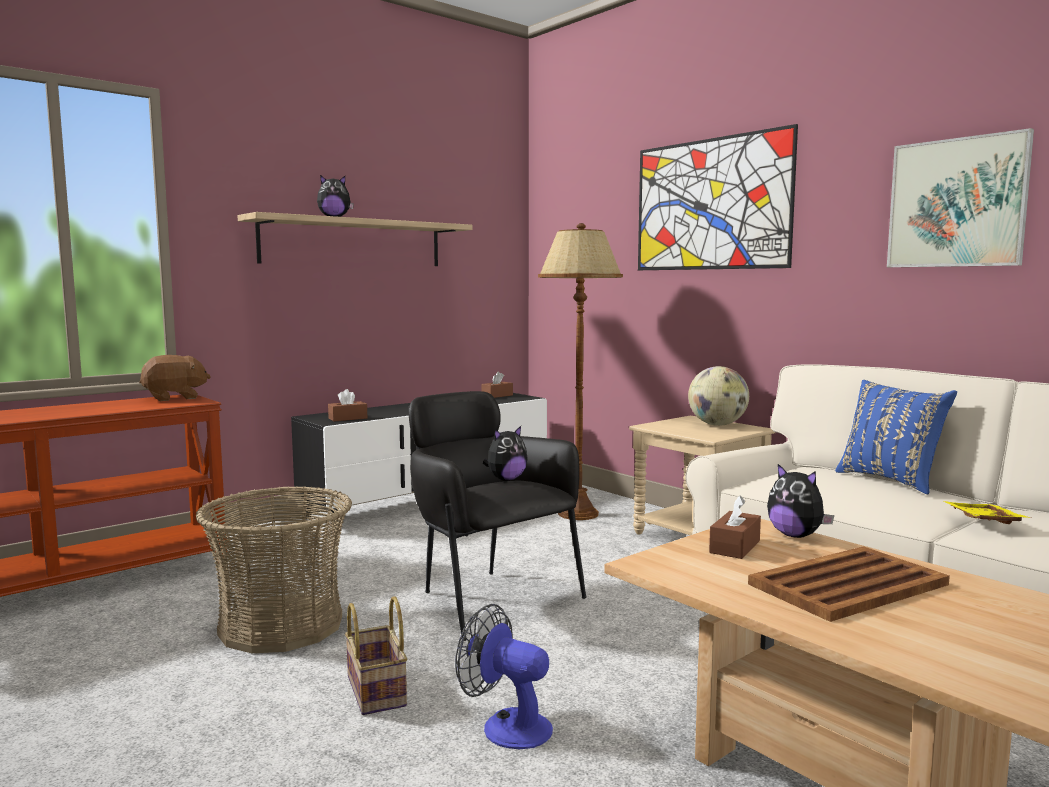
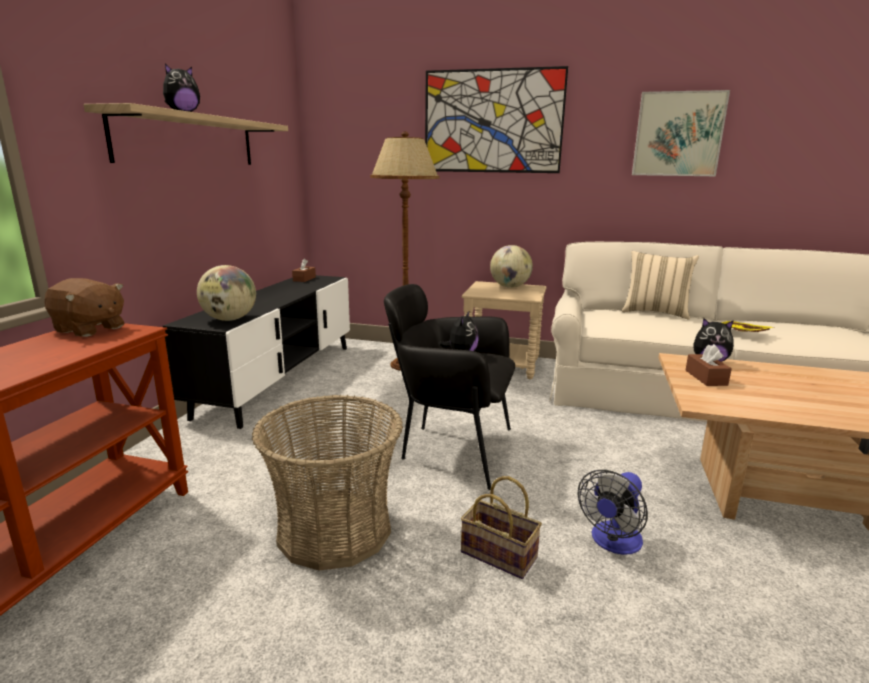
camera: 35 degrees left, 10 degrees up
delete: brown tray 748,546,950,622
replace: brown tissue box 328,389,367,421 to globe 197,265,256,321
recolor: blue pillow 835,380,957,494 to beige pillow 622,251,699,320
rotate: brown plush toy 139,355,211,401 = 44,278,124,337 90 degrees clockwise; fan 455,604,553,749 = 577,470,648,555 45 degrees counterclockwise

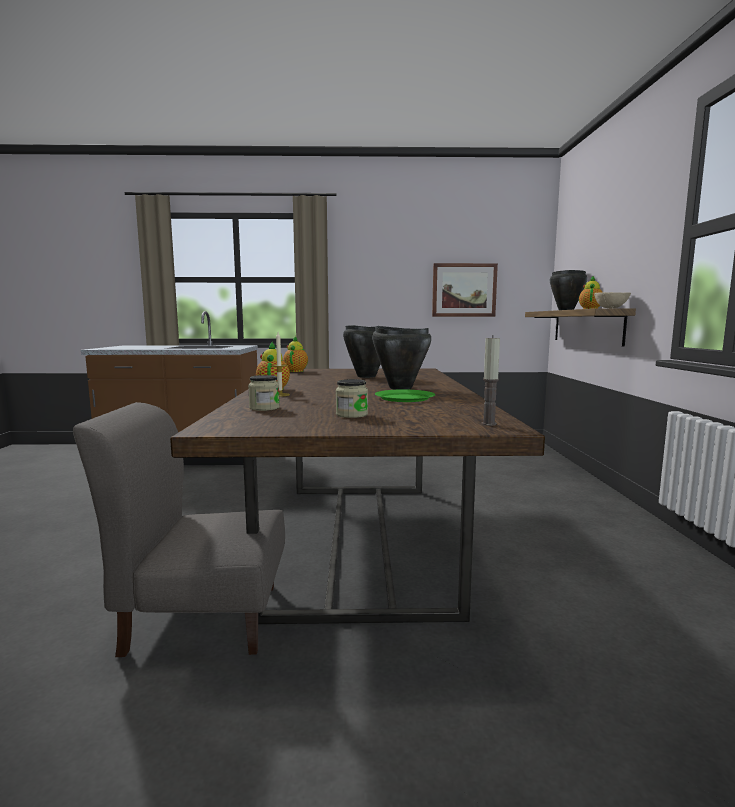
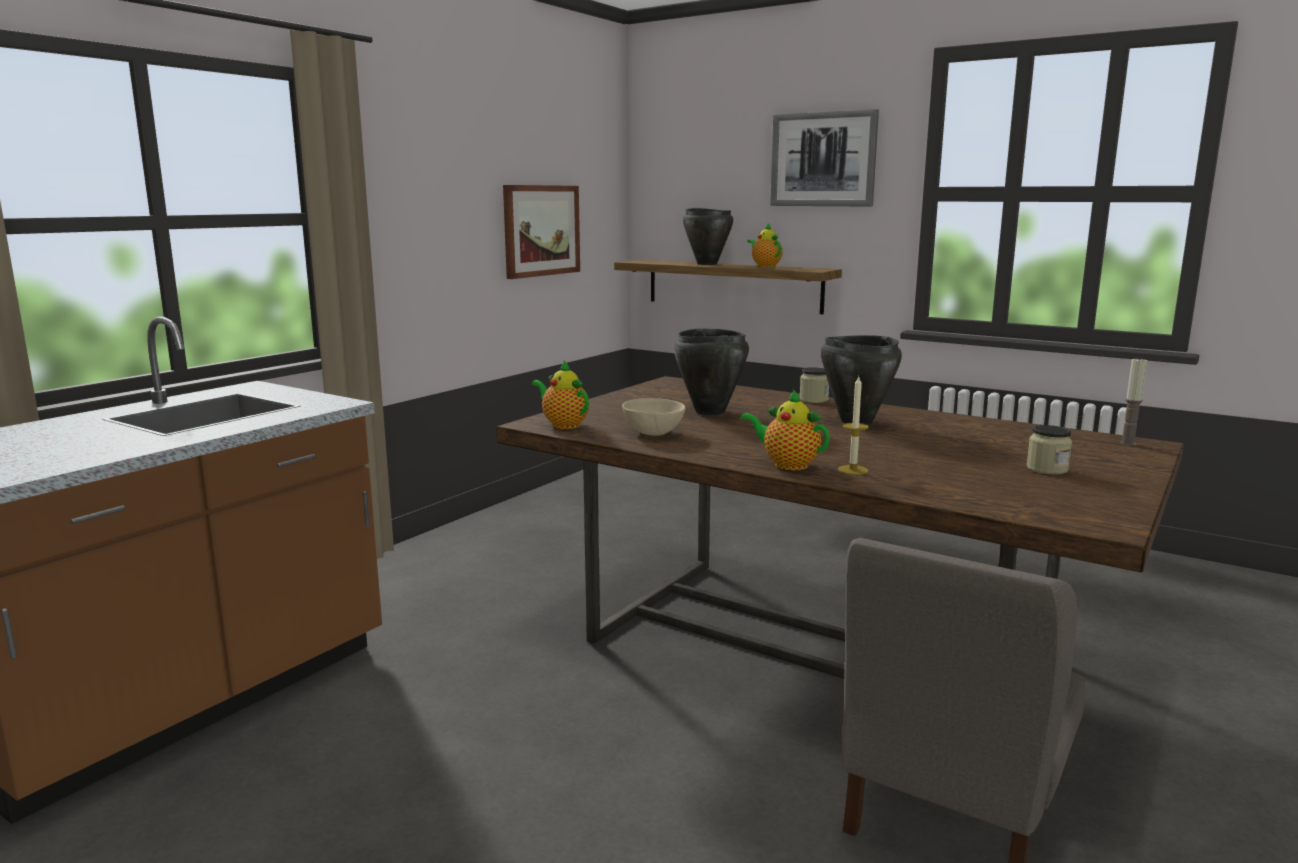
camera: 55 degrees left, 5 degrees up
delete: green plate 375,390,435,402
insert: picture 770,109,879,207
move: jar 248,375,280,411 to 799,367,829,403; beige bowl 594,292,631,308 to 622,398,686,436

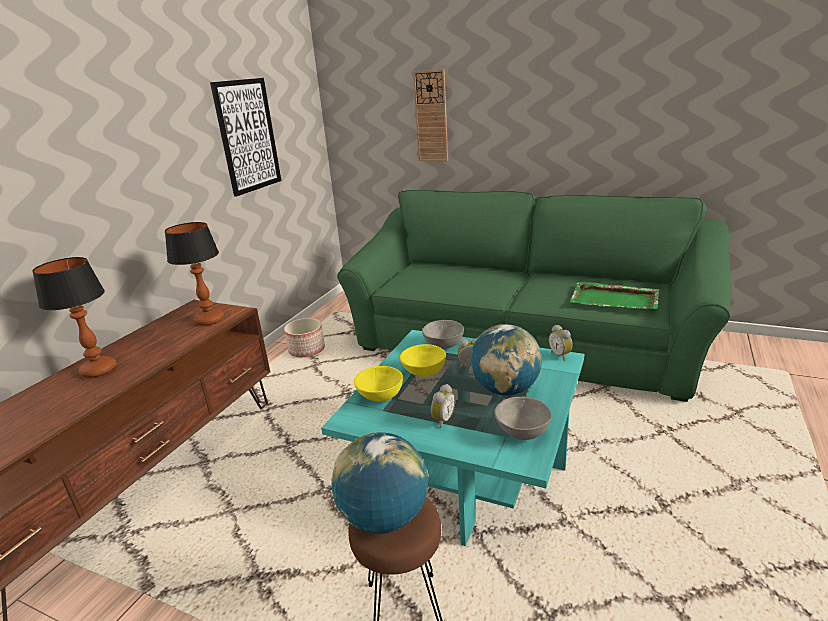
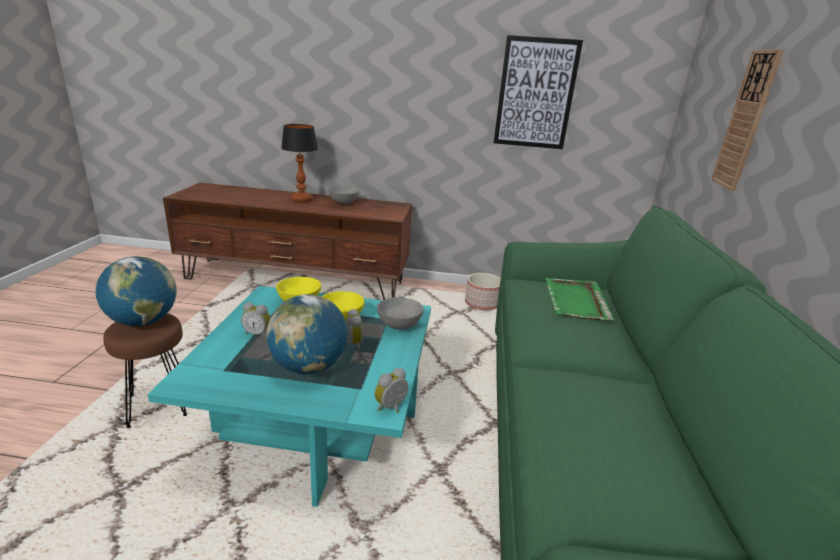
camera: 70 degrees right, 0 degrees up
delete: table lamp 165,222,224,326
move: grey bowl 494,396,552,440 to 328,186,359,204; green tray 569,282,659,309 to 545,278,615,320

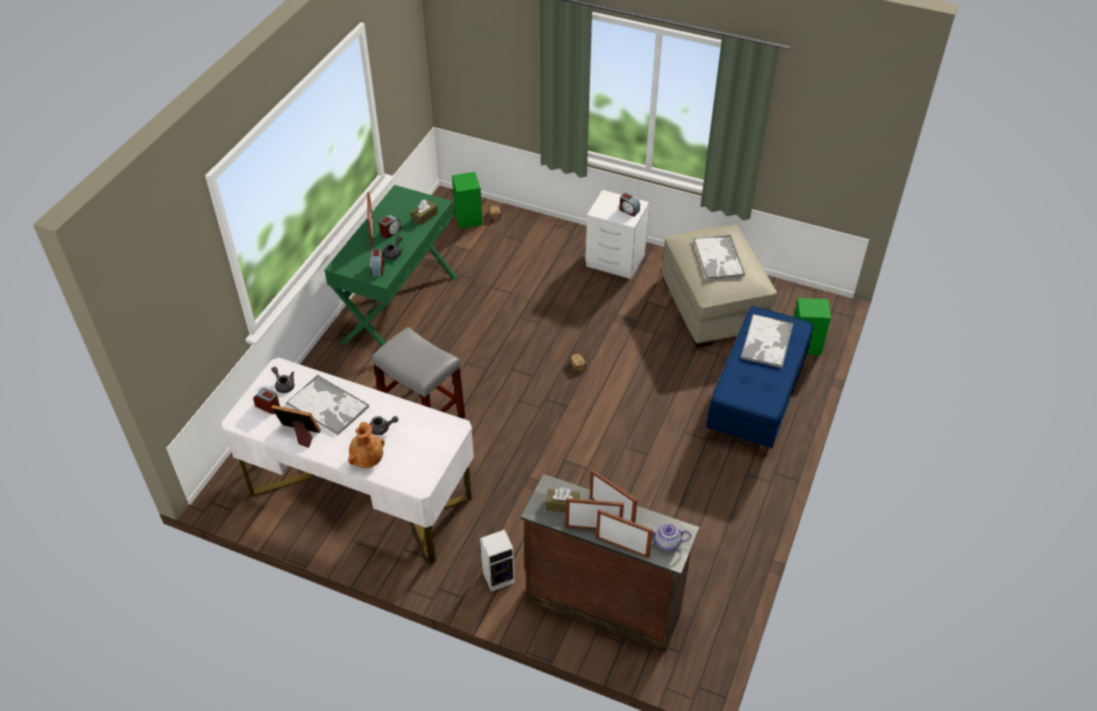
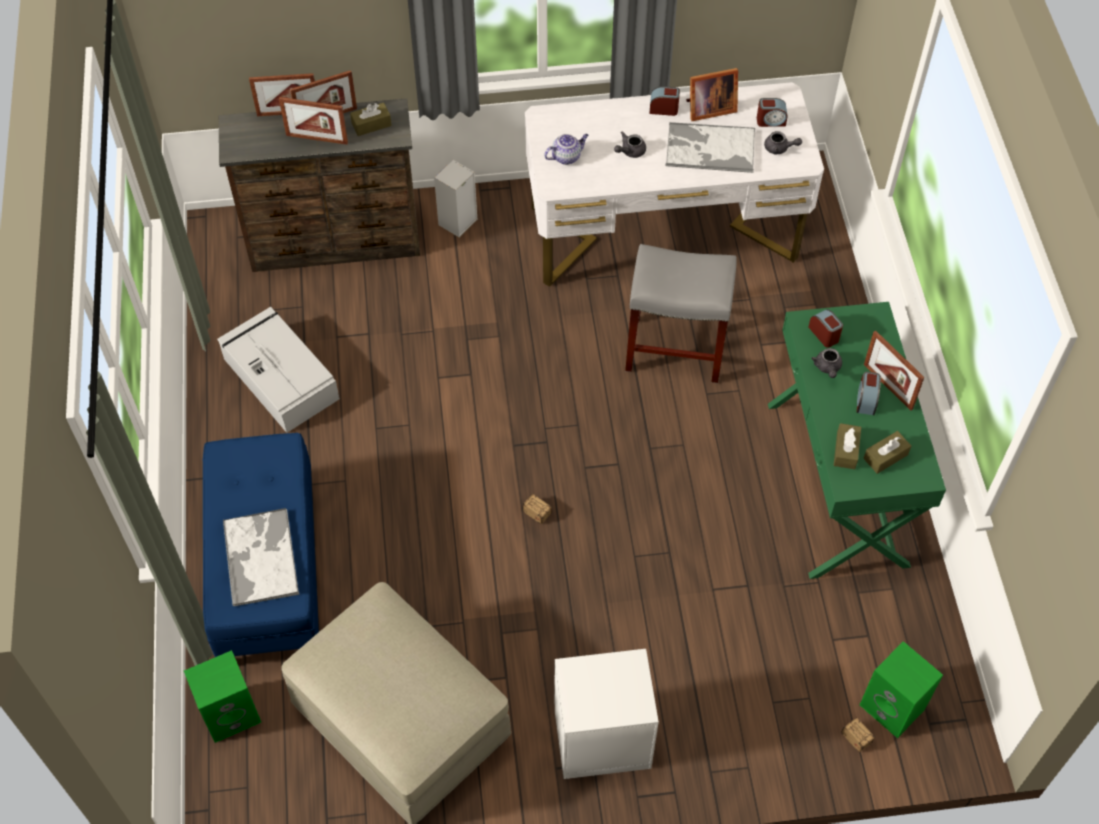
camera: 150 degrees right, 10 degrees up
delete: brown vase 348,422,385,468; tray 693,235,745,279
insert: grey storage box 217,307,340,433; brown tissue box 863,431,911,474
move: alarm clock 619,193,640,217 to 649,86,680,116; teapot 652,523,691,551 to 544,134,589,165

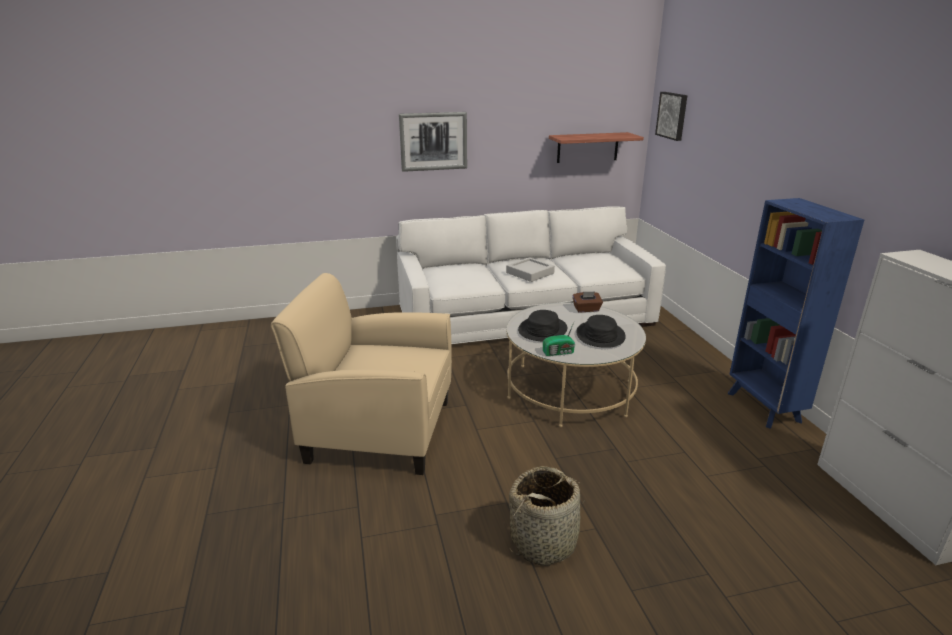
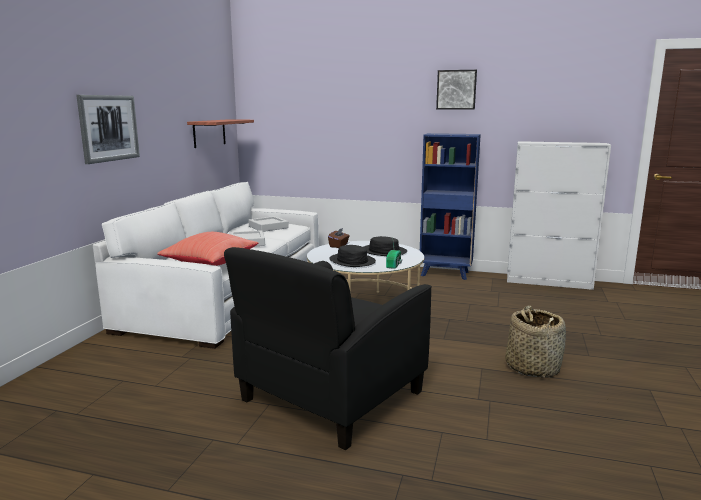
camera: 60 degrees left, 10 degrees down
insert: red pillow 157,232,258,266; grey tray 248,216,289,232
move: picture 655,92,687,141 to 436,70,477,110
recolor: beige armchair 271,273,452,475 to black armchair 224,247,432,450

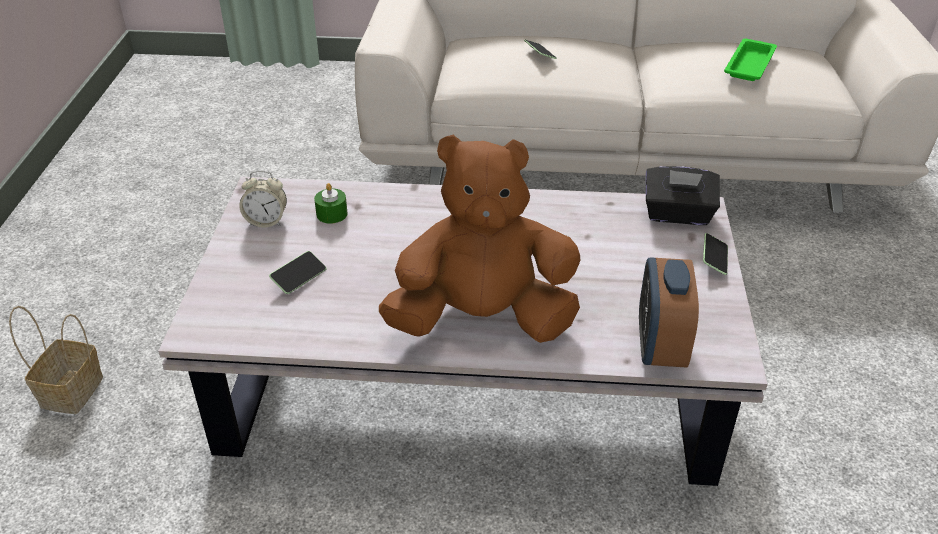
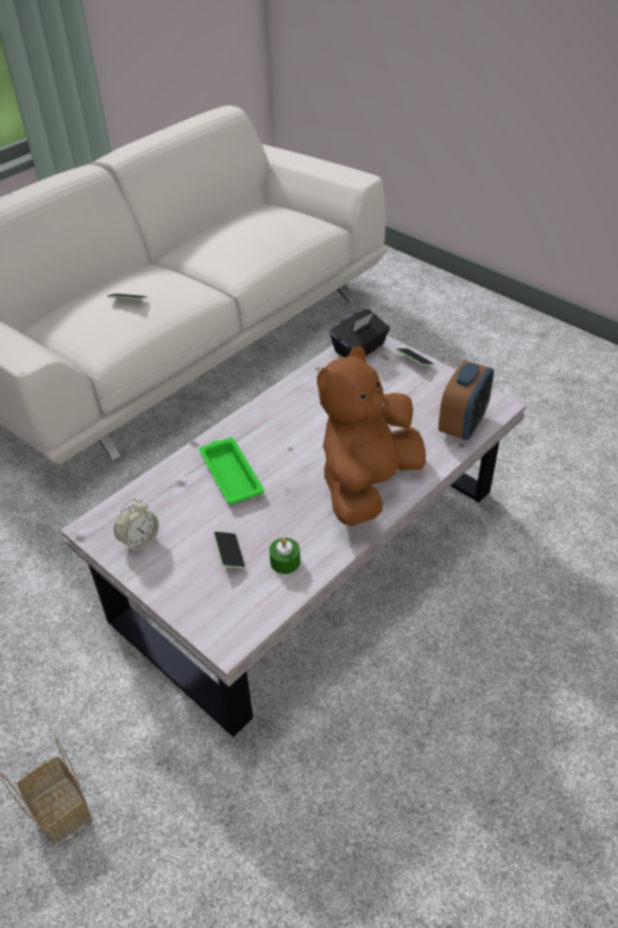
camera: 50 degrees left, 5 degrees up
move: green candle 314,183,348,224 to 269,538,300,574; green tray 724,39,777,81 to 199,438,264,505
rotate: alarm clock 639,257,699,368 = 438,360,494,440 105 degrees counterclockwise

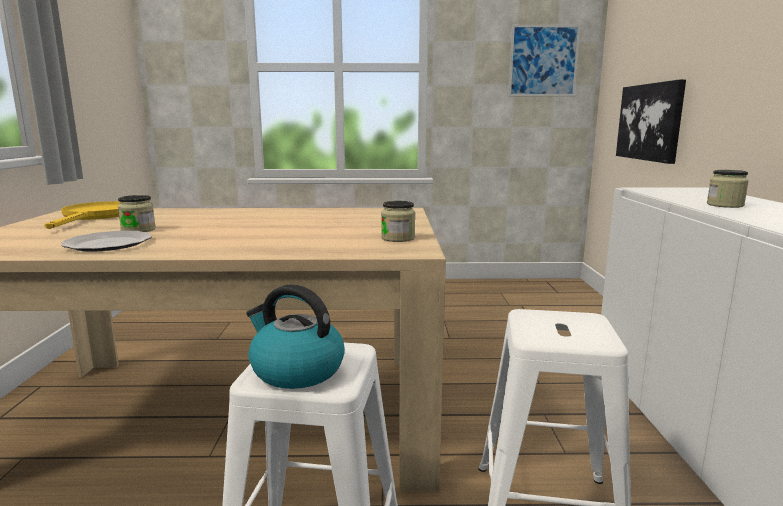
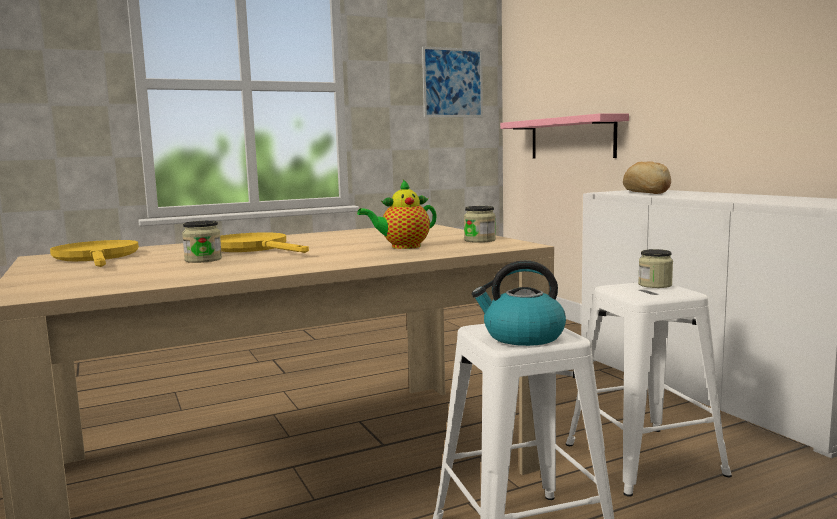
camera: 25 degrees left, 5 degrees down
delete: plate 61,231,152,252
insert: yellow frying pan 220,232,309,253; teapot 357,180,437,249; bread 623,161,671,194
move: jar 707,170,749,208 to 638,249,673,288
replace: picture 616,79,686,164 to pink shelf 500,113,629,159

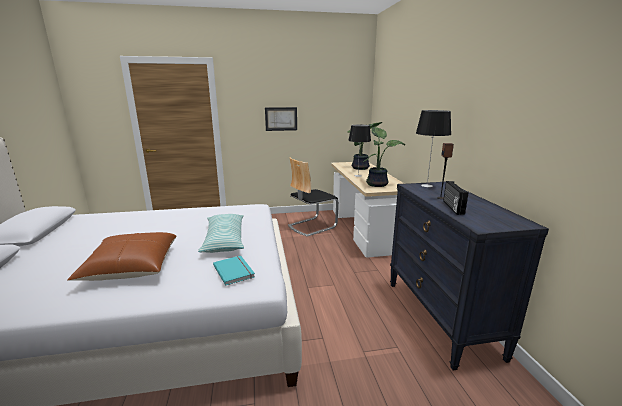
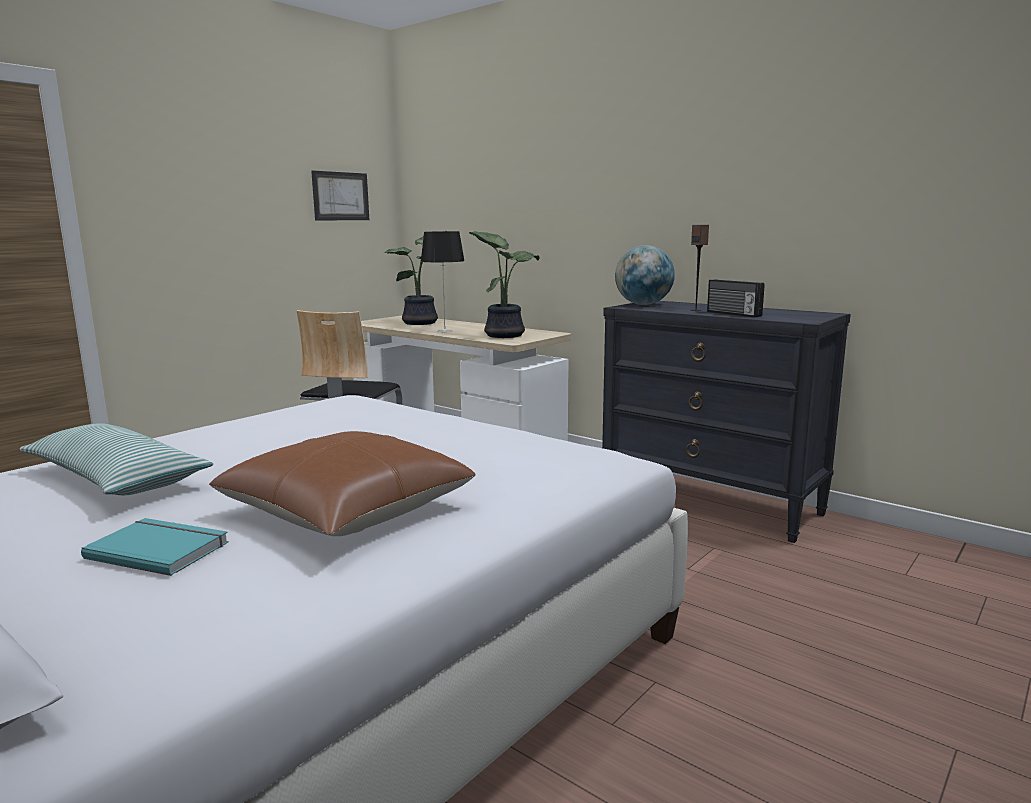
camera: 40 degrees left, 5 degrees down
move: pillow 198,214,244,253 to 19,423,213,495; turquoise book 213,256,255,286 to 81,518,229,576; picture 265,107,297,131 to 311,171,369,220
replace: table lamp 416,110,451,187 to globe 615,245,675,305

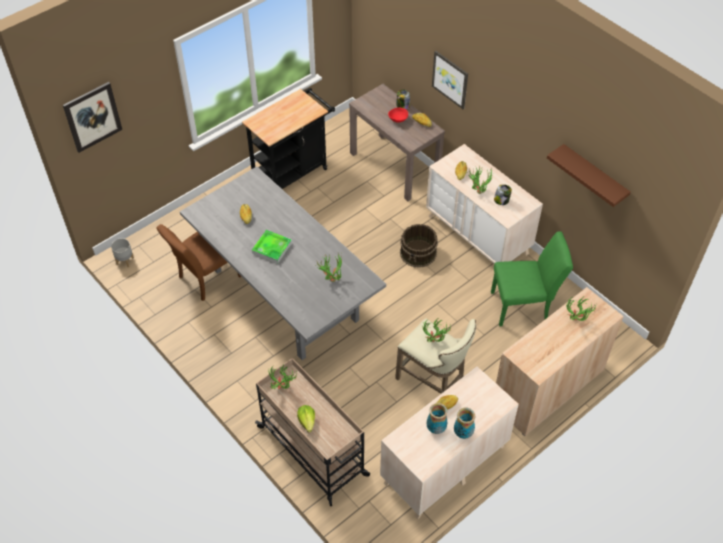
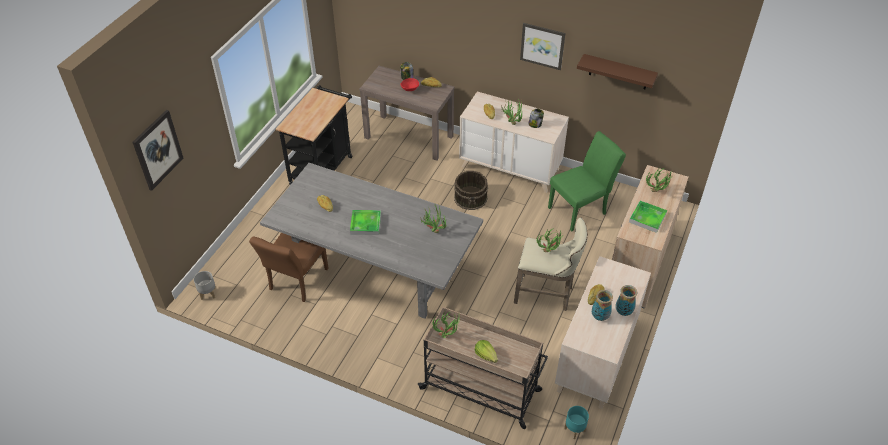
camera: 25 degrees left, 5 degrees down
insert: turquoise planter 564,406,589,439; tray 629,201,667,233
move: picture 432,51,468,109 to 520,23,565,70

